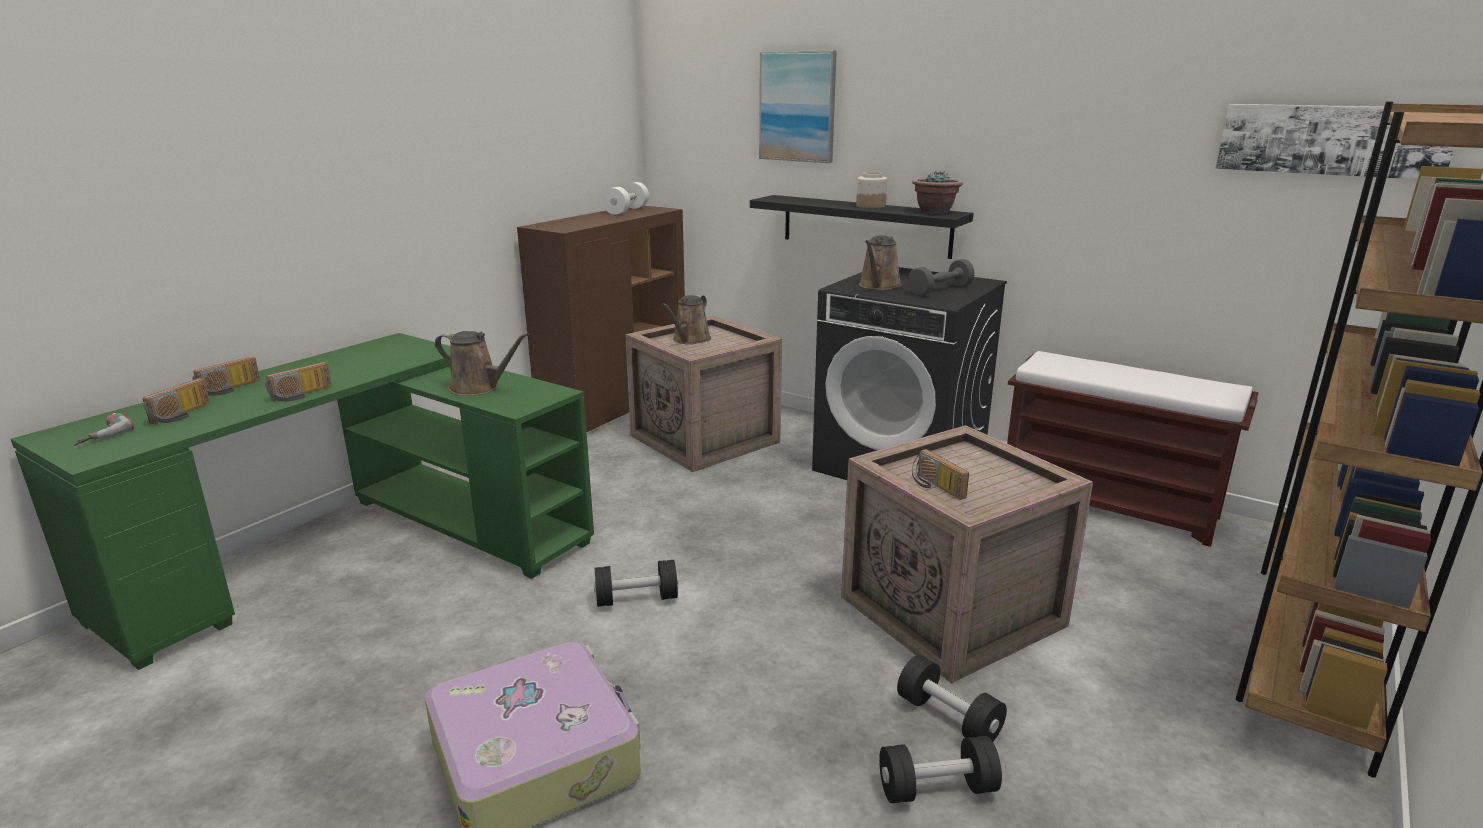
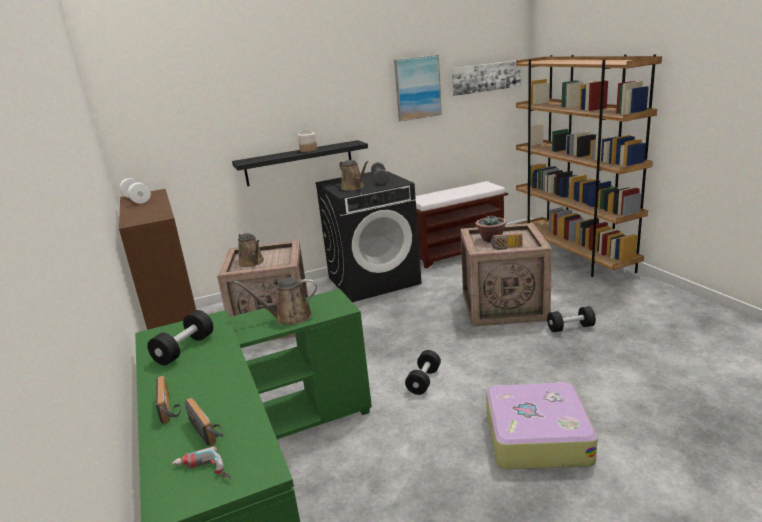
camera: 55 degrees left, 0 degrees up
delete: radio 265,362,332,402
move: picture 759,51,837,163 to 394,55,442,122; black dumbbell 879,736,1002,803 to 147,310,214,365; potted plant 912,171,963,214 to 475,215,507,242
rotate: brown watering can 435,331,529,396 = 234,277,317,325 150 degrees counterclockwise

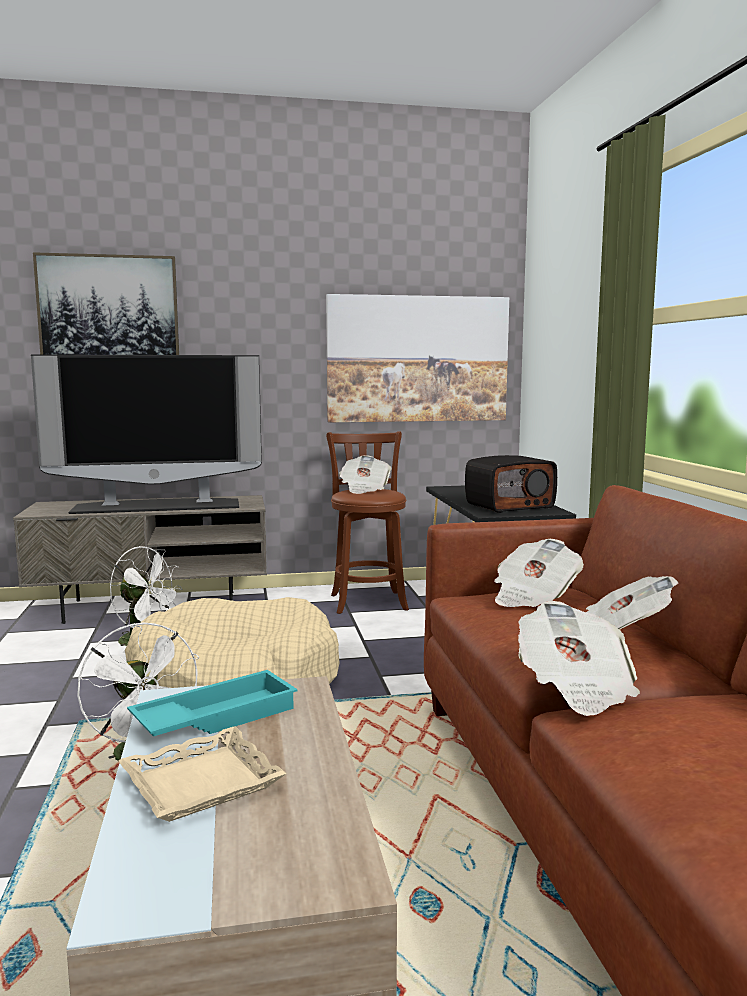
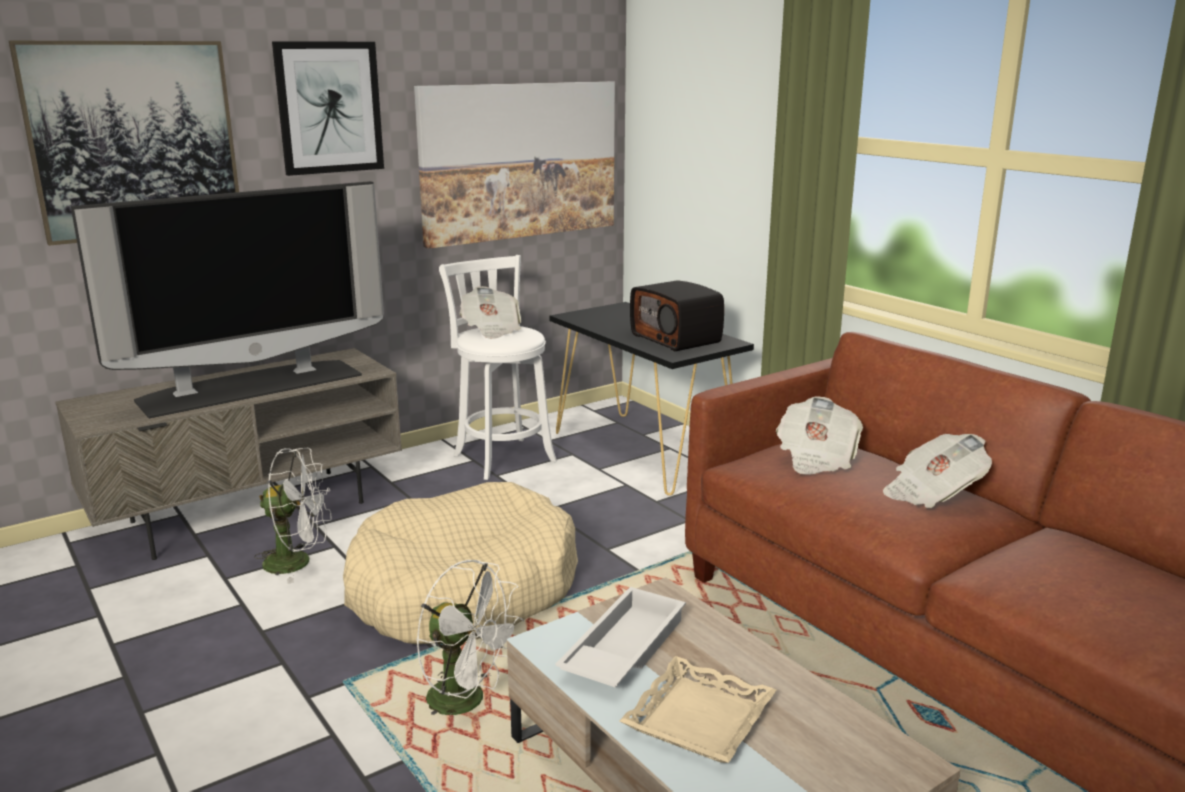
camera: 25 degrees left, 10 degrees up
delete: newspaper 518,601,640,716
insert: picture 272,41,384,176
recolor: turquoise tray 127,670,298,736 to white tray 555,587,686,687; brown stool 326,431,409,614 to white stool 439,255,557,480
rotate: radio 465,455,557,513 = 630,281,724,351 105 degrees clockwise

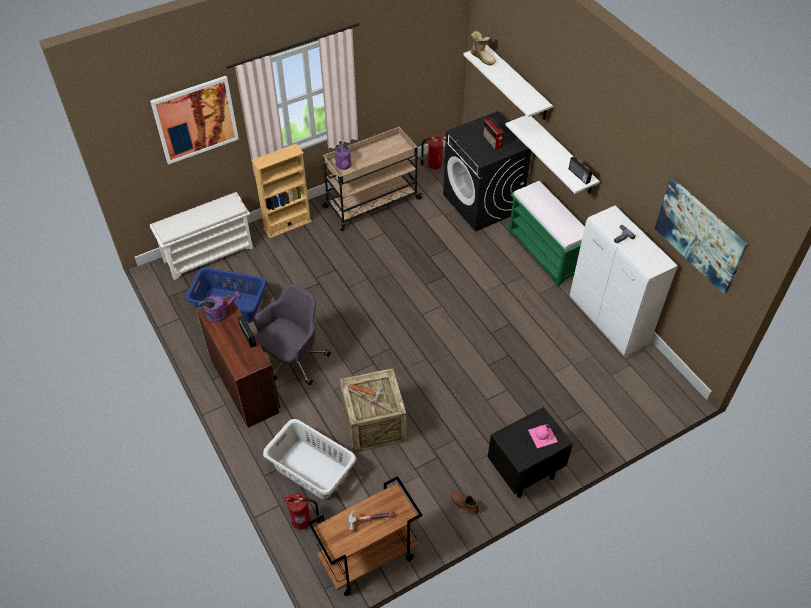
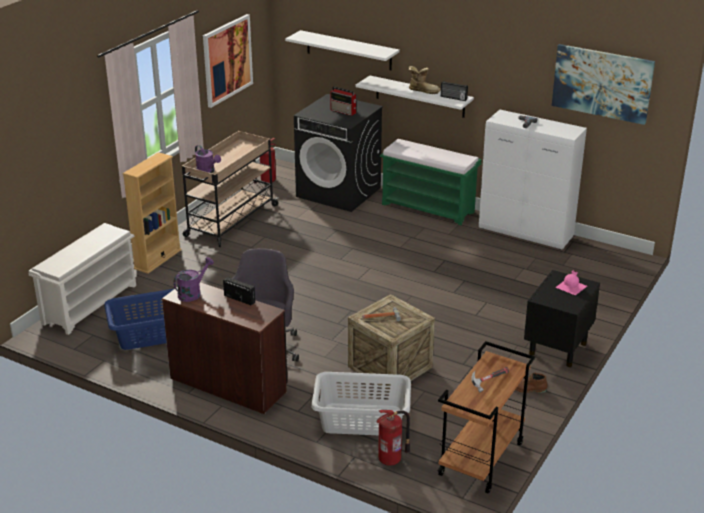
camera: 30 degrees left, 20 degrees down
move: picture 150,76,239,164 to 203,14,253,108; boot 471,31,496,66 to 409,66,441,94

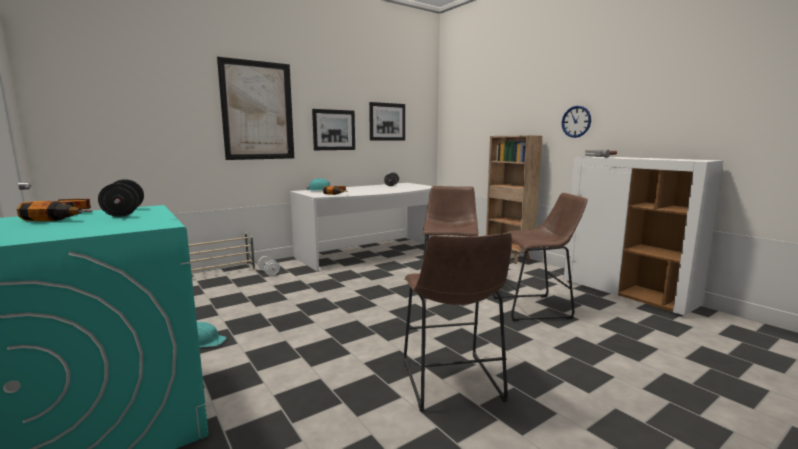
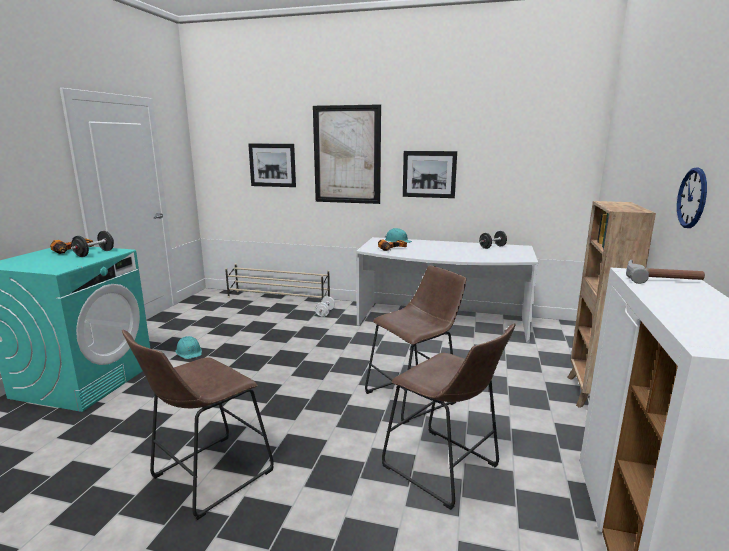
camera: 50 degrees right, 5 degrees up
move: picture 369,102,405,140 to 248,144,296,187

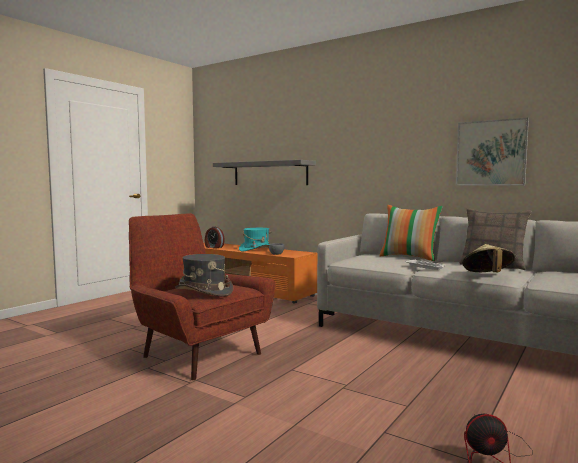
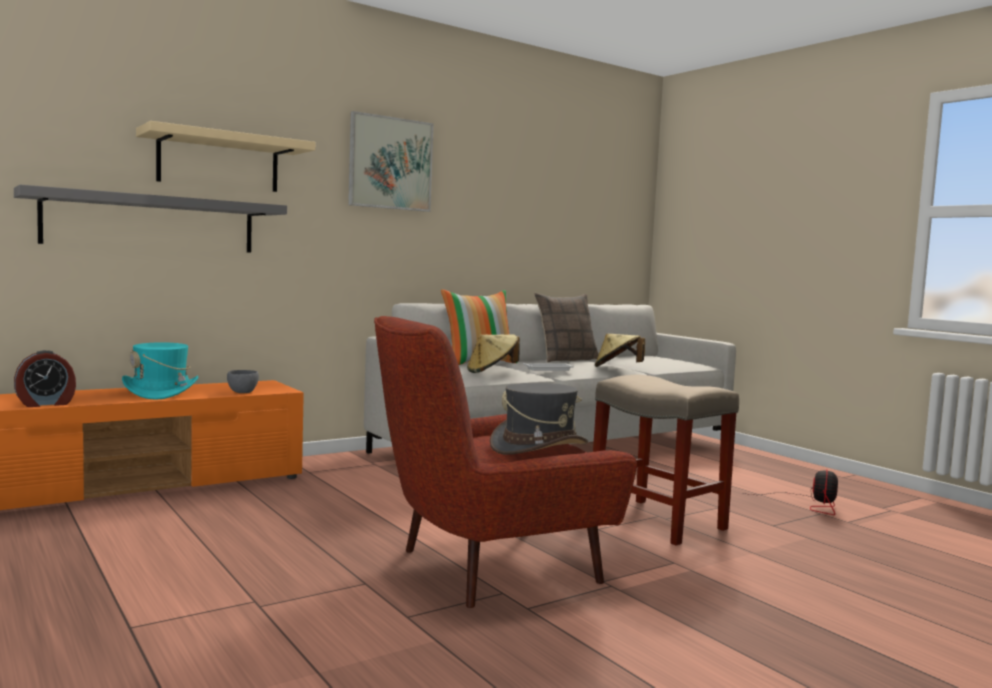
camera: 70 degrees left, 0 degrees up
insert: beige shelf 136,121,315,192; beige hat 467,334,520,373; beige stool 593,375,739,546
move: picture 456,118,529,186 to 348,111,433,212

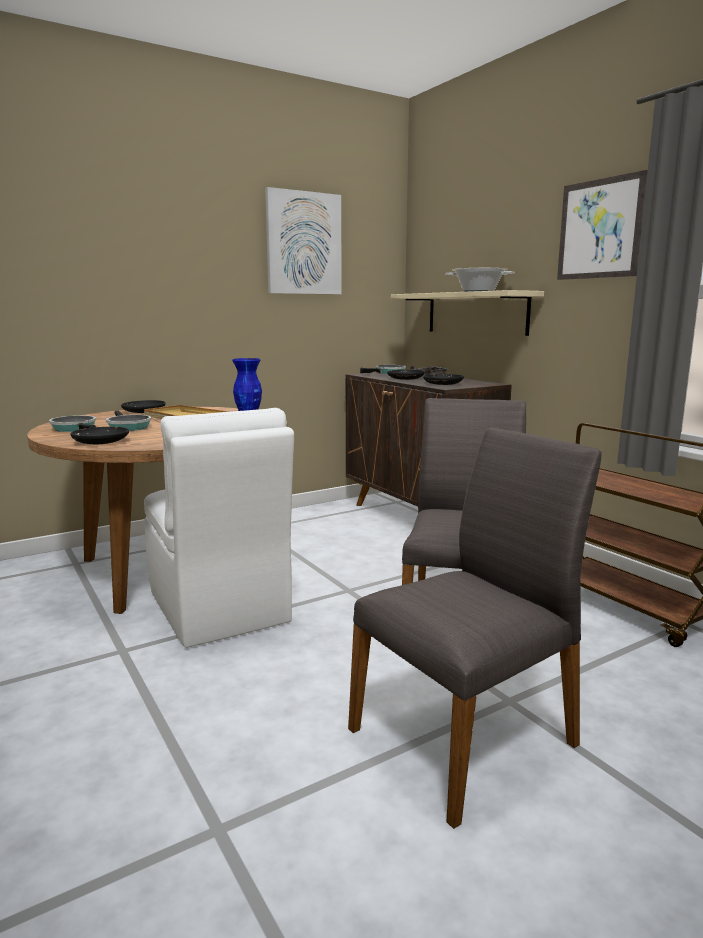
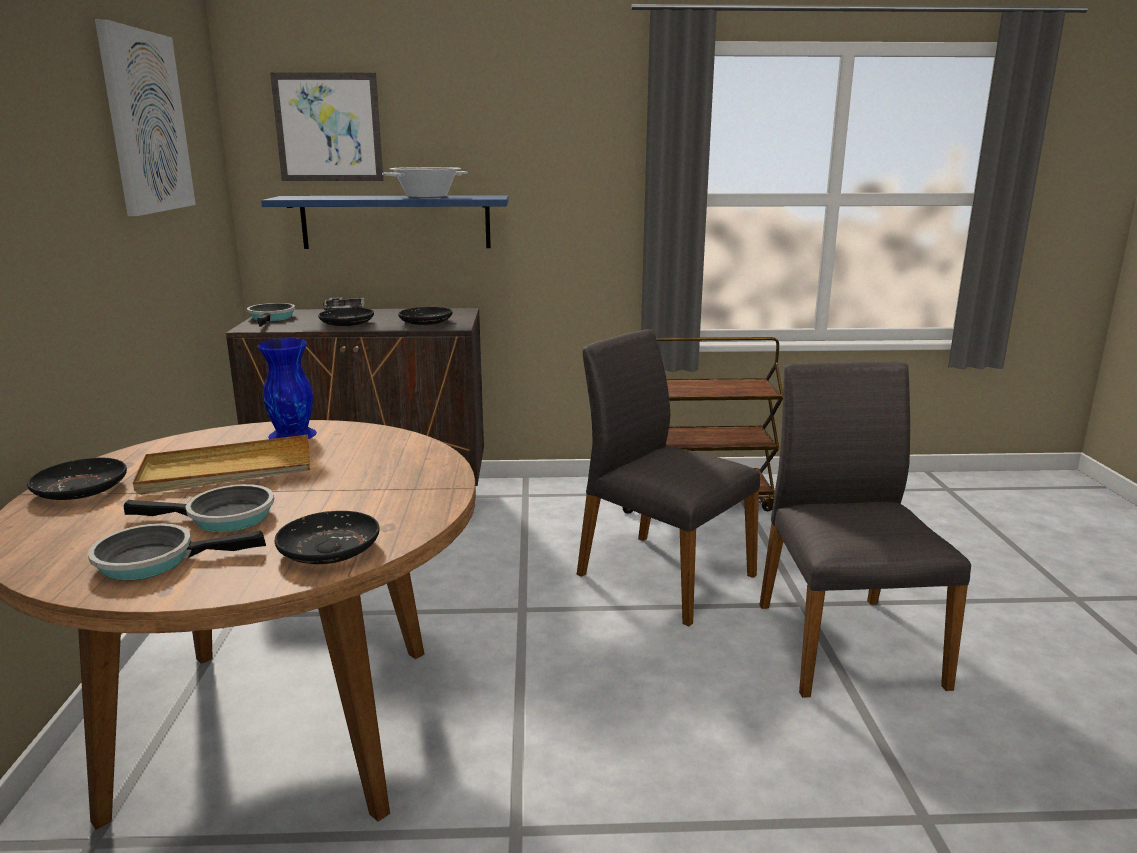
camera: 60 degrees left, 5 degrees up
delete: white chair 144,408,294,648
move: picture 557,170,648,280 to 270,72,383,181
recolor: beige shelf 391,290,544,336 to blue shelf 261,195,509,249

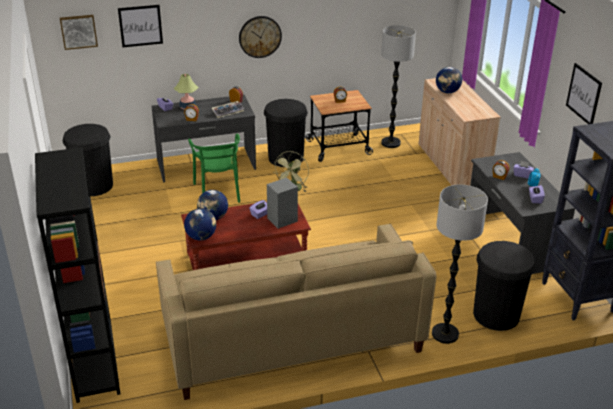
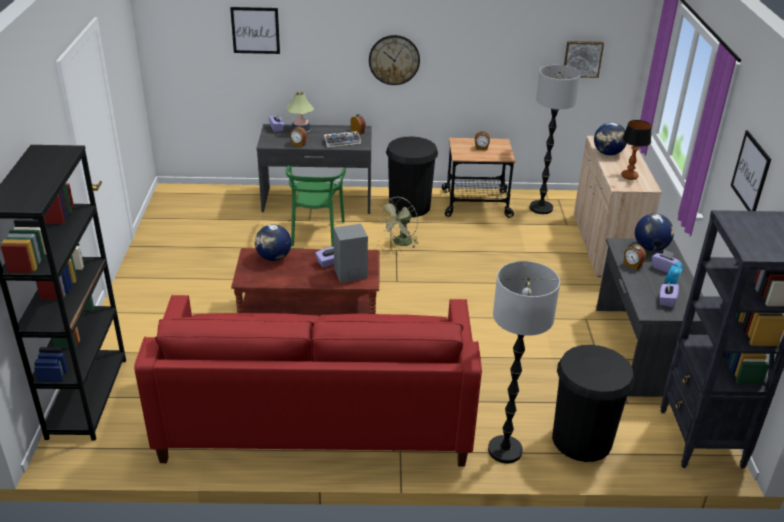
camera: 15 degrees right, 0 degrees up
delete: black trash can 63,124,113,196
insert: table lamp 621,120,652,180
move: picture 60,15,98,50 to 564,41,604,78; globe 184,208,216,240 to 635,214,674,251
recolor: beige sofa 156,223,437,400 to red sofa 134,295,482,467

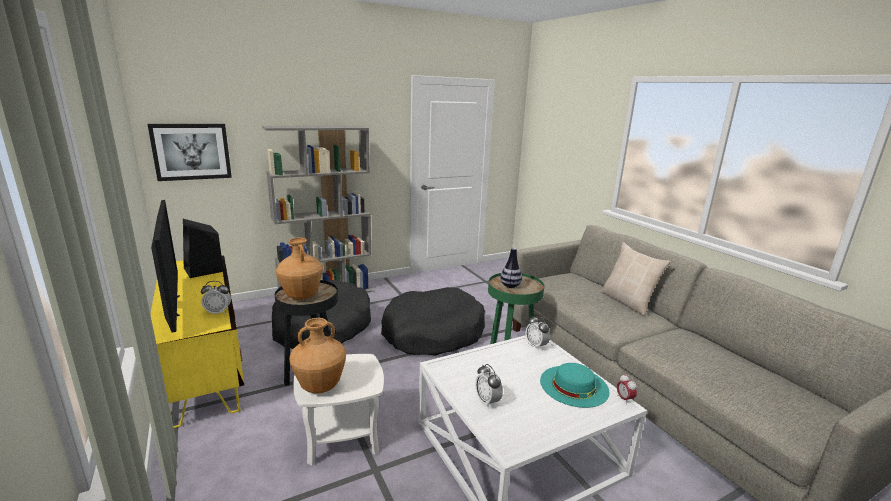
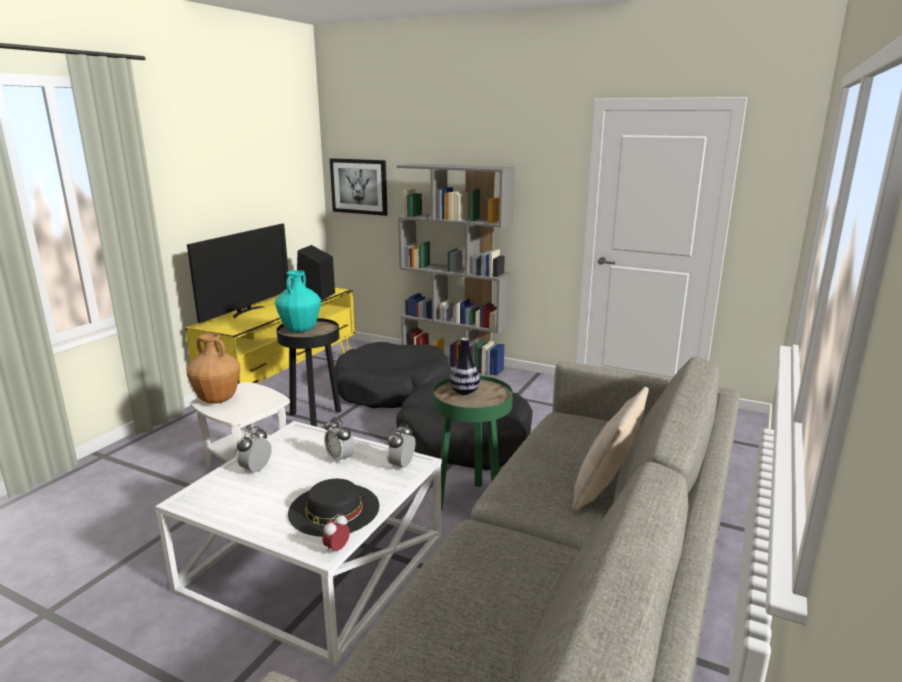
camera: 55 degrees right, 0 degrees up
move: alarm clock 201,281,231,315 to 324,417,355,465
recolor: brown vase 276,238,323,300 to turquoise vase 275,270,321,333; turquoise hat 540,363,610,408 to black hat 288,479,379,537

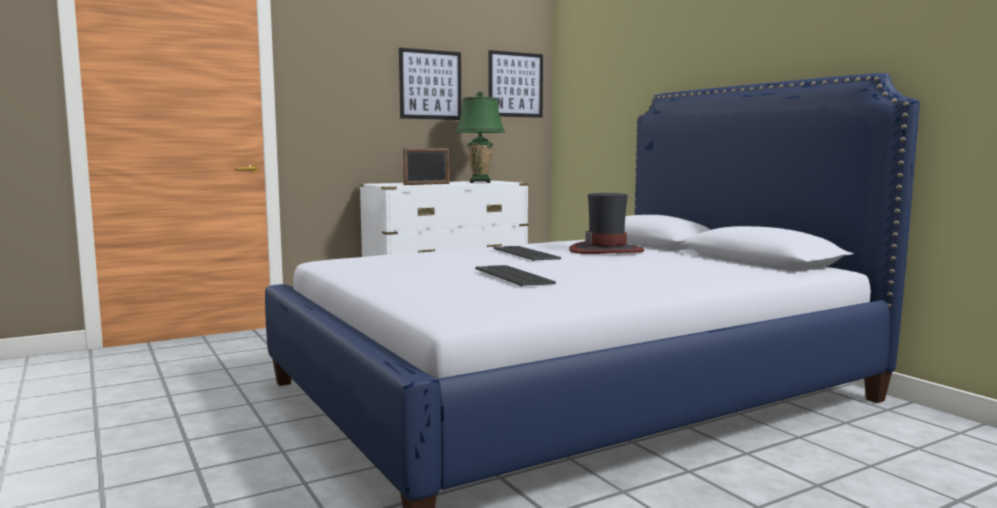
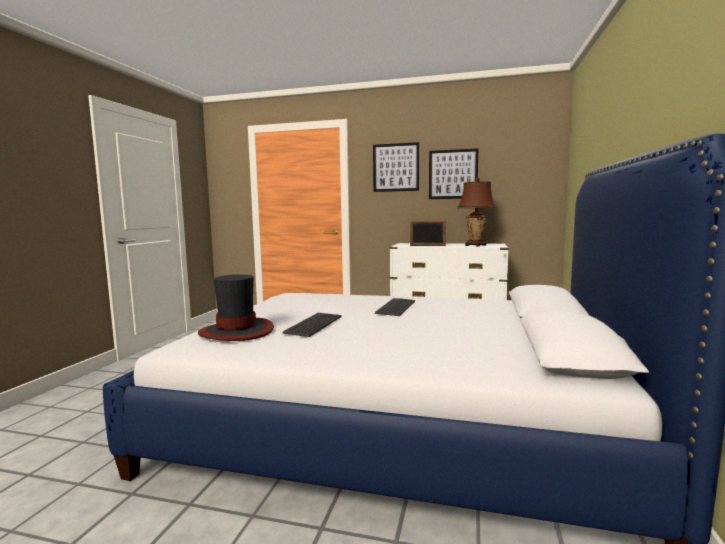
camera: 45 degrees right, 0 degrees up
move: picture 489,50,543,118 to 373,142,419,192; hat 569,193,644,254 to 198,274,274,341
recolor: green table lamp 455,92,505,183 to brown table lamp 458,178,496,247

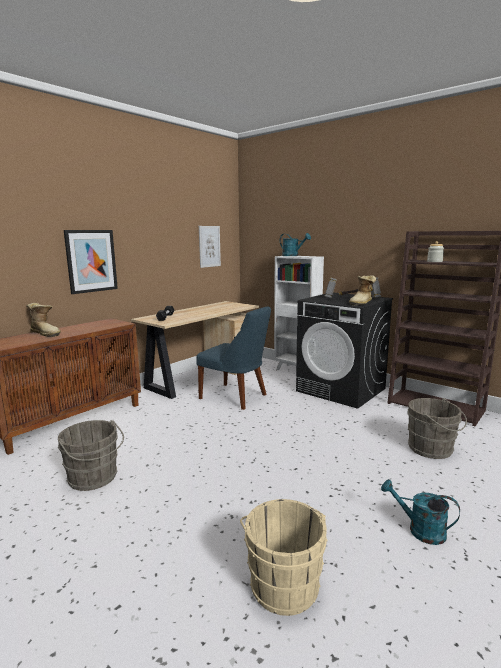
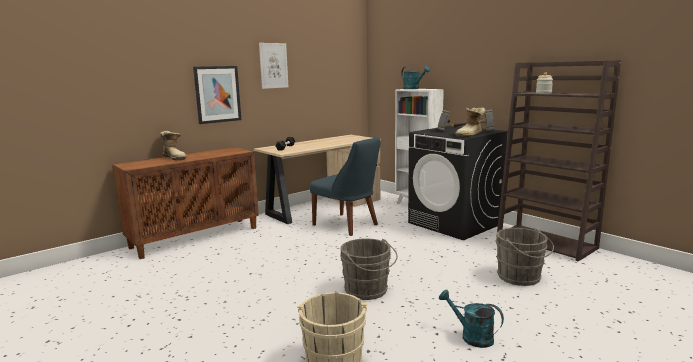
camera: 10 degrees right, 0 degrees up
move: grey bucket 58,420,124,491 to 340,239,398,300; picture 199,226,221,268 to 259,43,288,89

